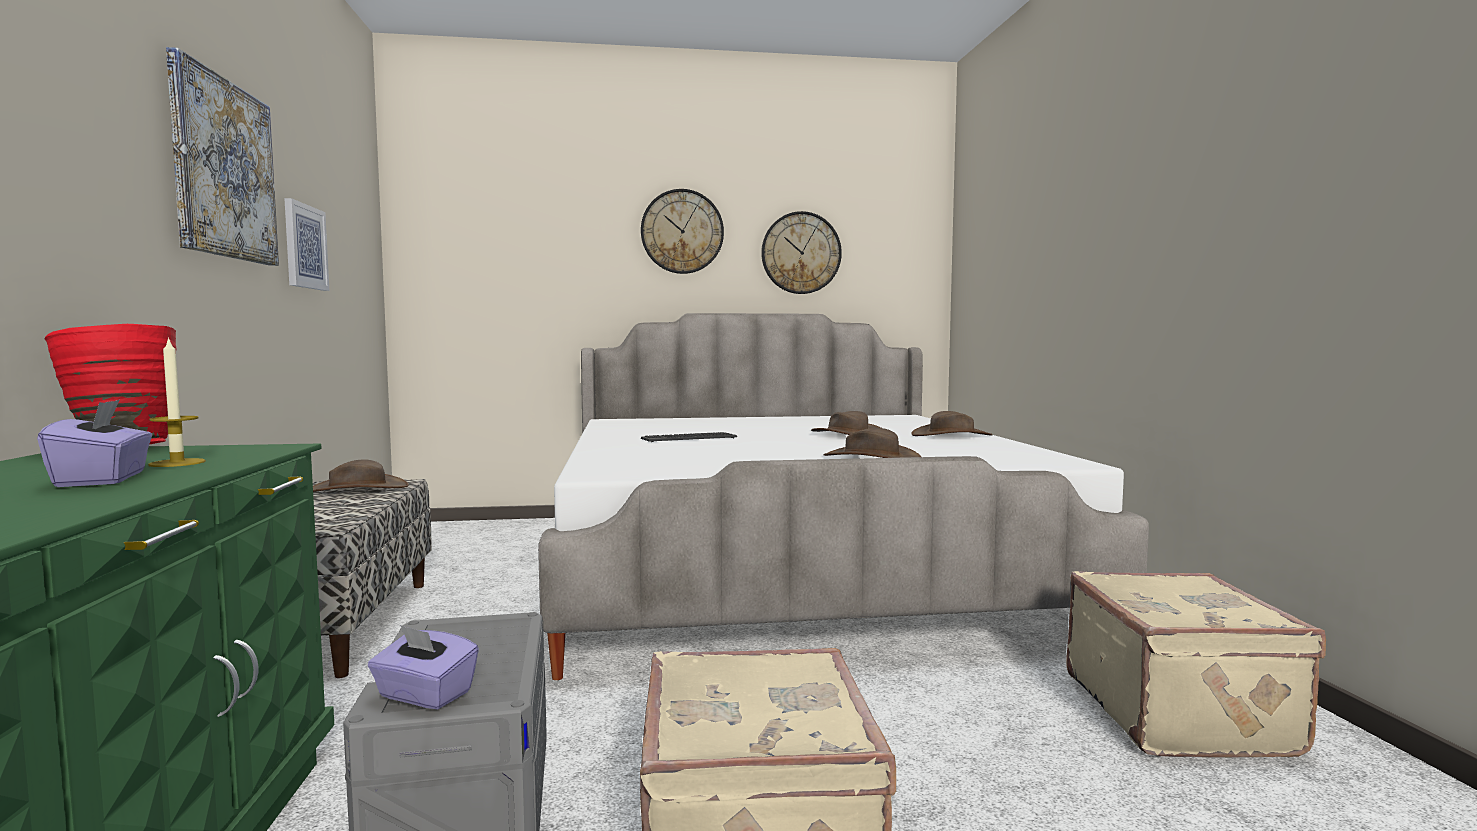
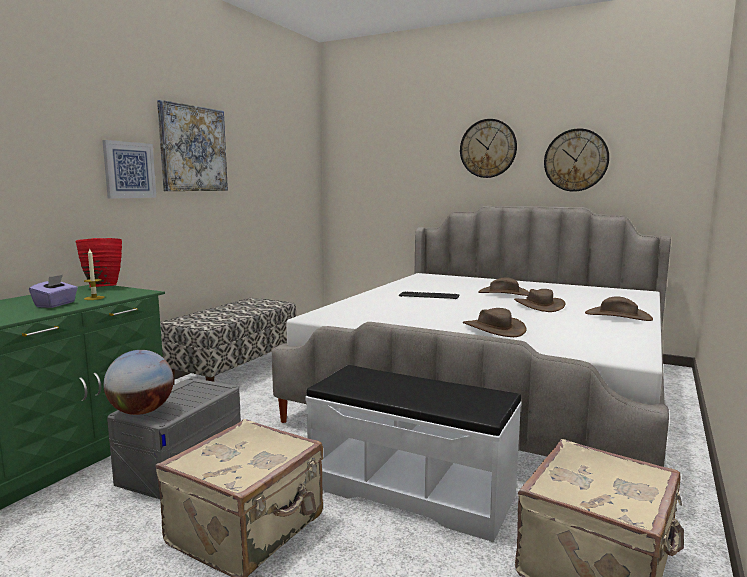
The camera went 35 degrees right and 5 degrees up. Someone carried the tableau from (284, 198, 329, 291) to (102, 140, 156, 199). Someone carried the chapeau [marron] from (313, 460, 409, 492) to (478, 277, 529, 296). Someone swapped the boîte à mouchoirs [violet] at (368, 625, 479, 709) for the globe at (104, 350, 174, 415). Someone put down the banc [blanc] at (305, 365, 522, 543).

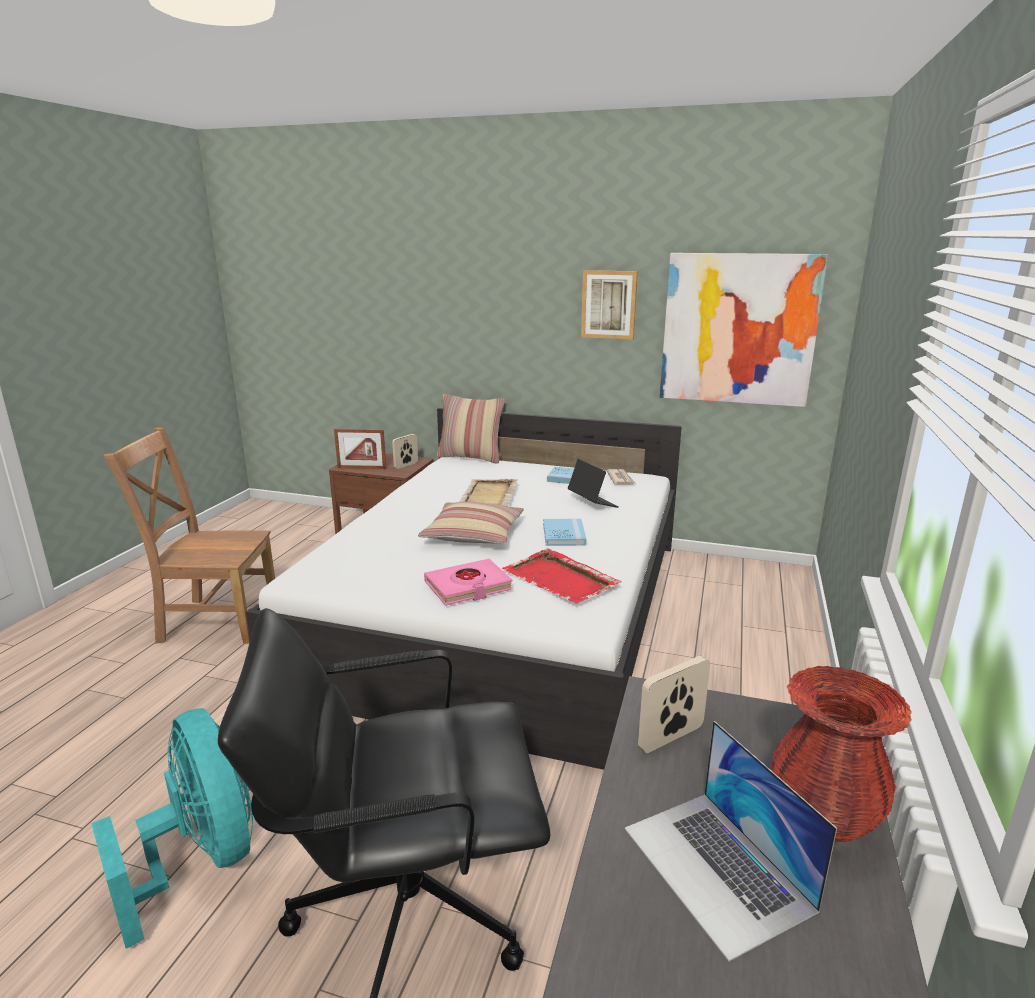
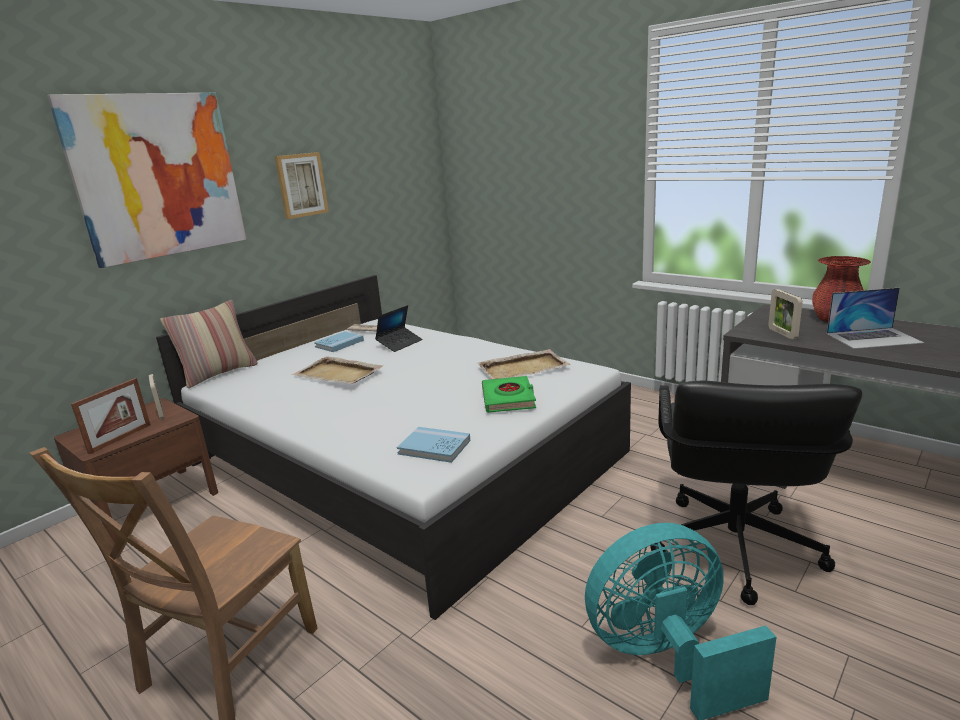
The camera went 65 degrees left and 0 degrees up. Someone took away the coussin at (418, 501, 524, 544). Someone repainted the livre [rose] at (424, 559, 513, 606), which became the livre [vert] at (482, 376, 536, 413). Someone repainted the plateau [rouge] at (502, 548, 622, 604), which became the plateau [beige] at (477, 349, 570, 379). Someone carried the livre [bleu] from (543, 519, 586, 546) to (397, 427, 470, 463). Someone rotated the ordinateur portable at (568, 459, 619, 508) by 135 degrees clockwise. Someone carried the tableau from (660, 253, 828, 407) to (47, 93, 246, 268).

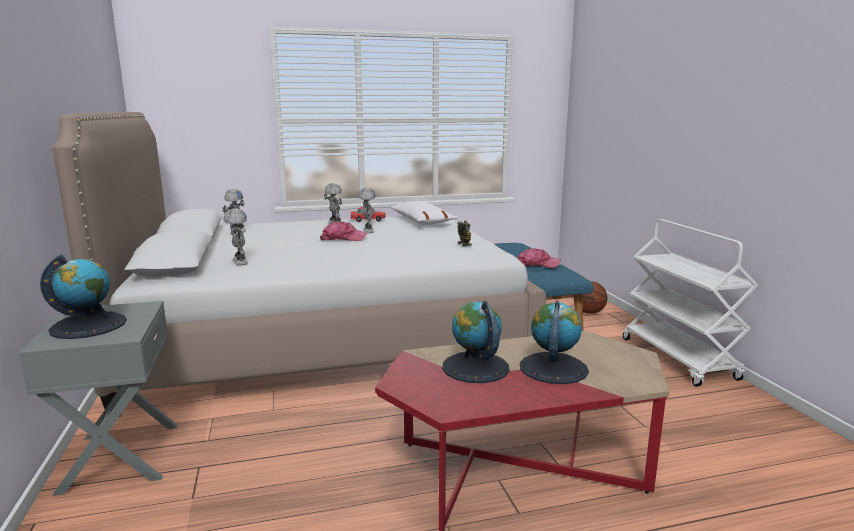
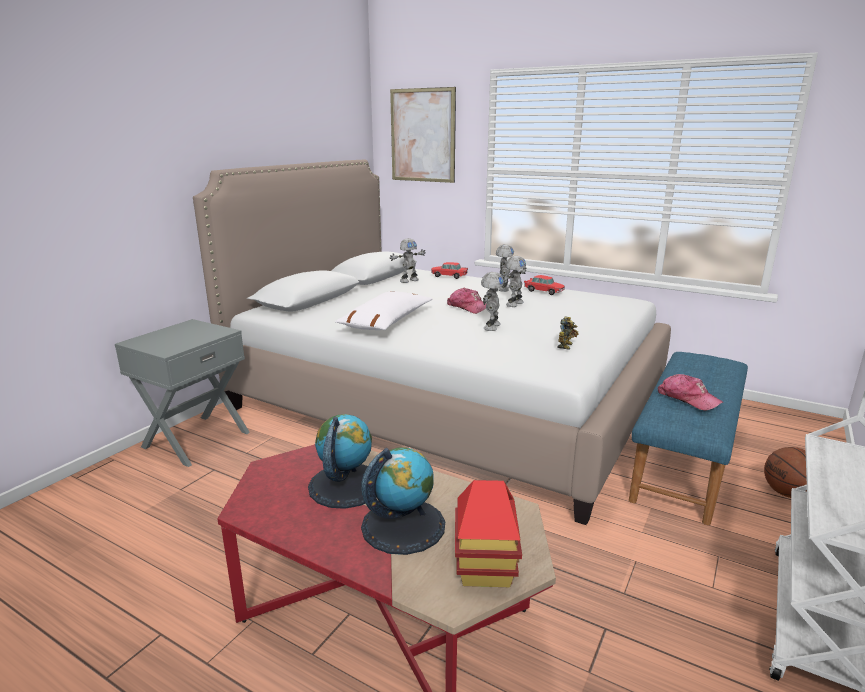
The camera went 45 degrees right and 5 degrees up. Someone took away the globe at (40, 255, 127, 339). Someone carried the robot jouet from (224, 208, 248, 265) to (481, 272, 504, 331). Someone carried the coussin [blanc] from (390, 201, 458, 225) to (335, 291, 433, 330). Someone put up the tableau at (390, 87, 456, 183). Someone put down the petite voiture at (431, 262, 468, 279). Someone put down the maison miniature at (455, 480, 522, 587).

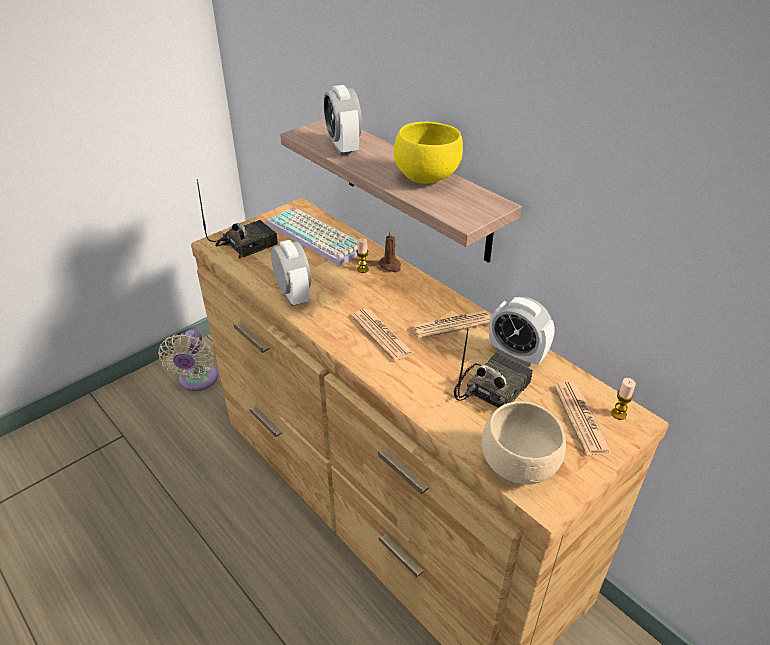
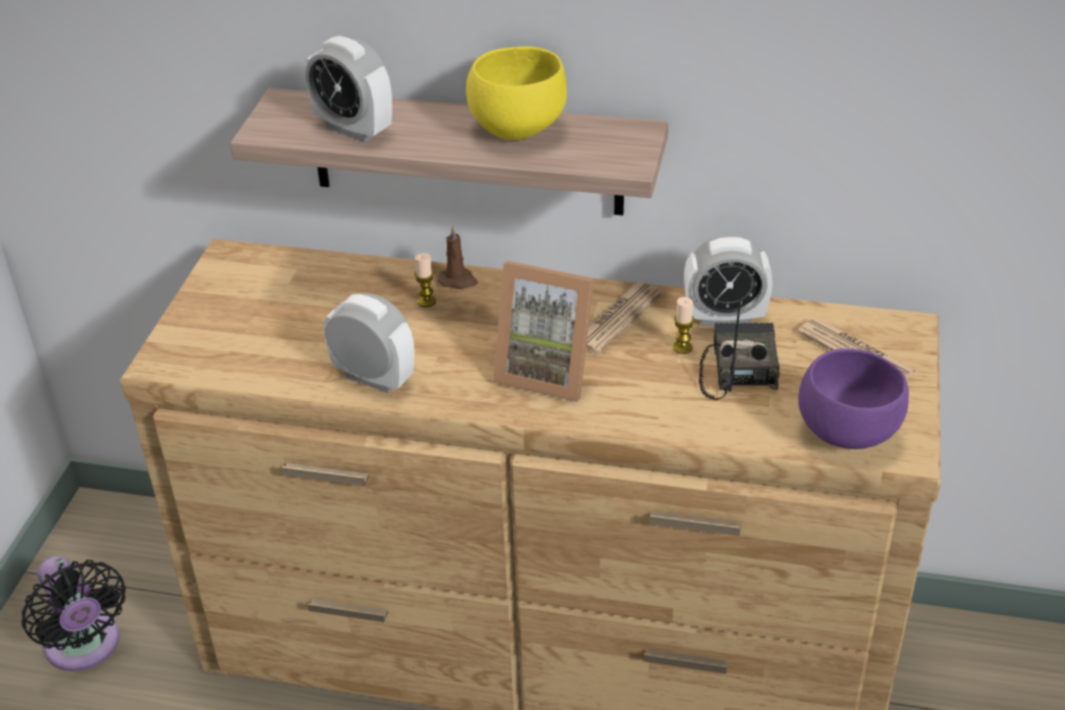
The camera went 35 degrees left and 0 degrees up. Someone repainted the ventilateur [beige] at (158, 329, 218, 391), which became the ventilateur [noir] at (21, 556, 126, 671). Someone took away the radio at (197, 179, 278, 258). Someone took away the clavier at (267, 207, 368, 266). Someone swapped the journal at (351, 308, 414, 361) for the cadre photo at (493, 261, 594, 402). Someone repainted the bol [beige] at (482, 401, 566, 485), which became the bol [violet] at (798, 349, 909, 449). Someone carried the bougie from (611, 378, 636, 420) to (673, 297, 694, 354).

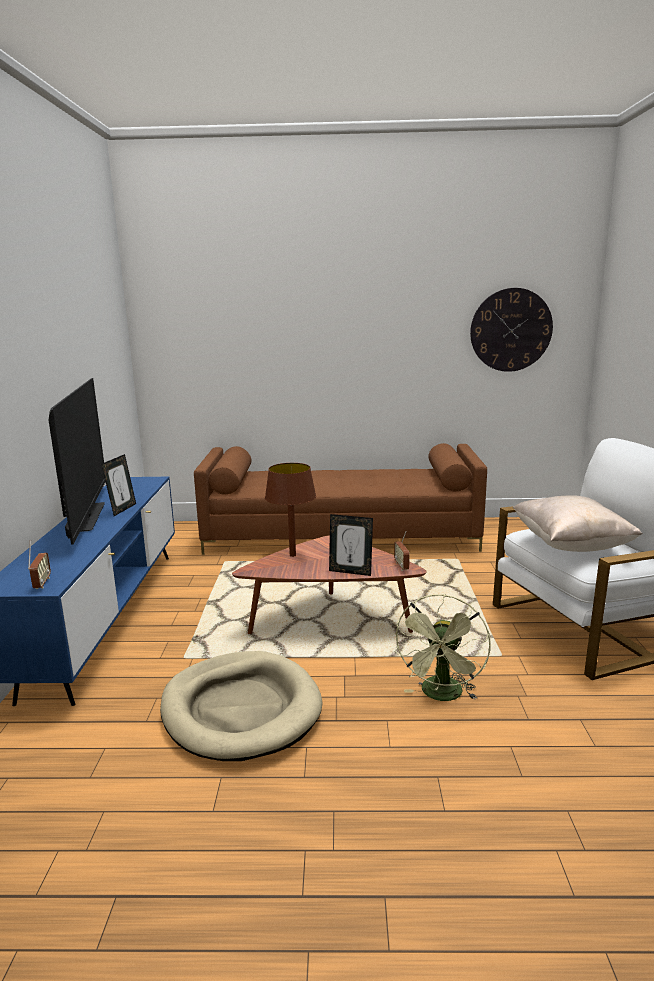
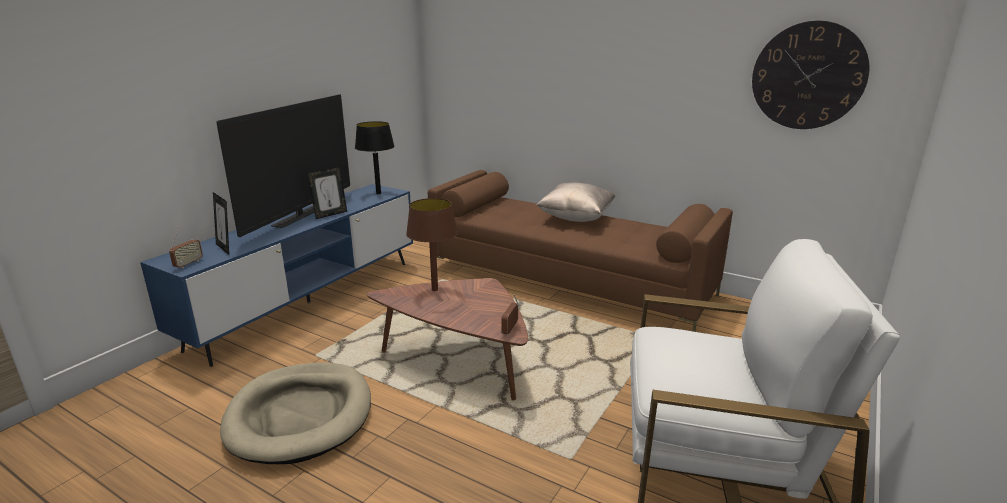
The camera went 30 degrees right and 5 degrees up. Someone carried the cadre photo from (329, 514, 373, 576) to (213, 192, 229, 255). Someone took away the ventilateur [vert] at (394, 594, 491, 701). Someone carried the coussin [beige] from (513, 495, 643, 552) to (536, 182, 615, 222). Someone put down the lampe de table [noir] at (355, 121, 395, 194).

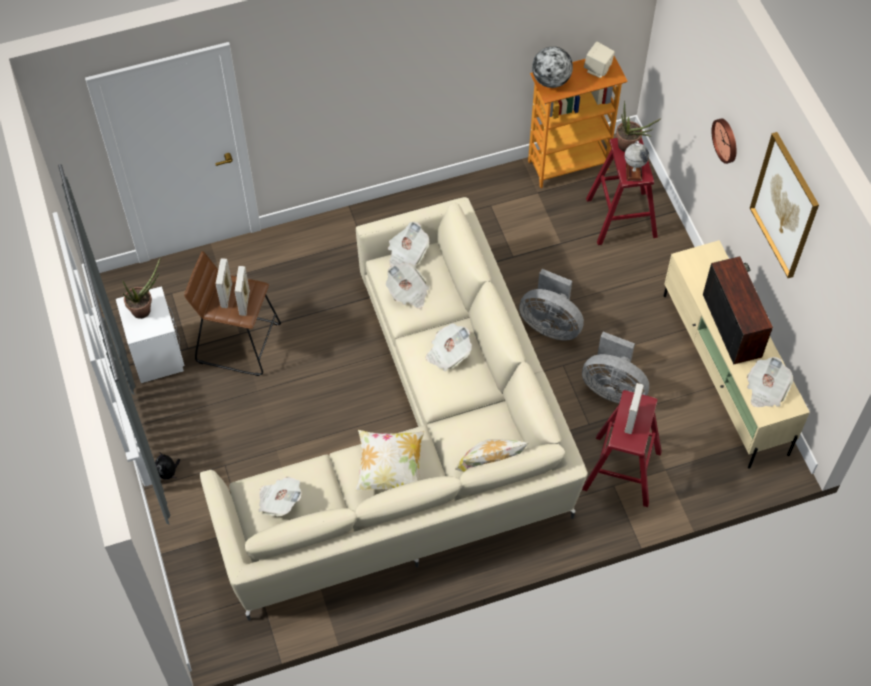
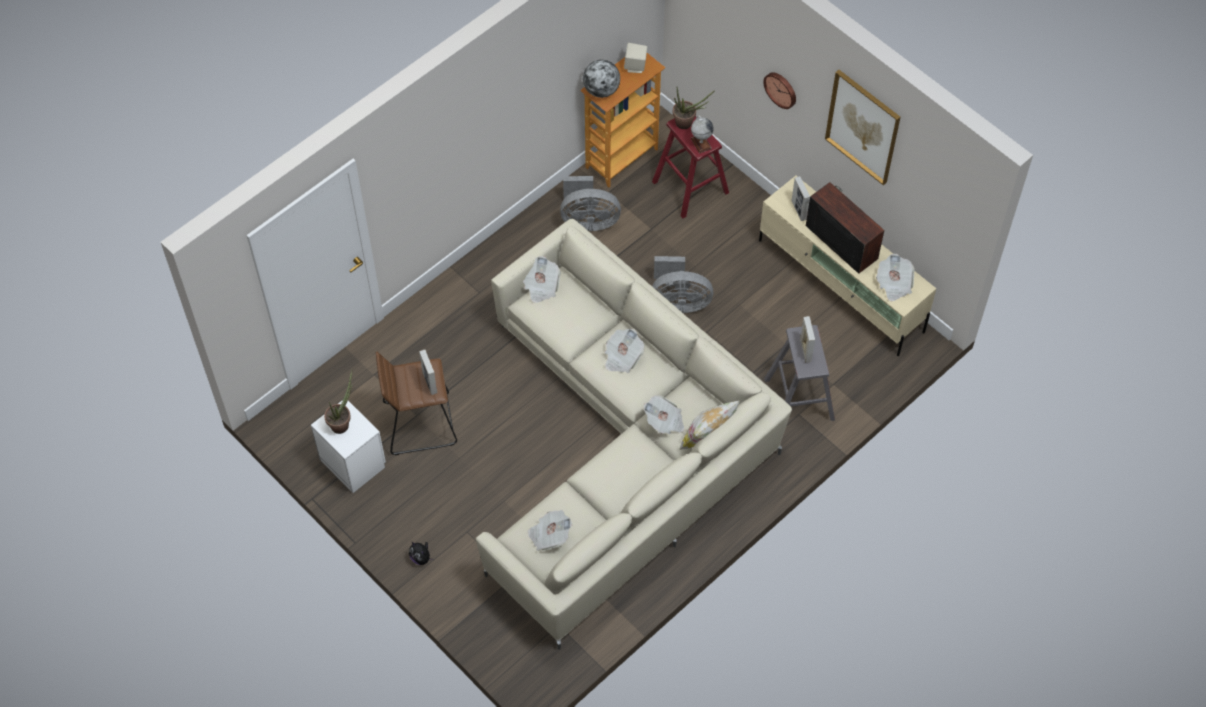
The camera went 25 degrees left and 0 degrees up. Someone carried the cadre photo from (215, 258, 233, 308) to (791, 176, 810, 221). Someone took away the coussin at (356, 430, 425, 491). Someone carried the journal from (386, 263, 429, 309) to (644, 395, 685, 435). Someone carried the ventilateur [gris] from (582, 332, 649, 403) to (560, 176, 621, 231). Someone repainted the tabouret [rouge] at (582, 390, 662, 507), which became the tabouret [gris] at (764, 325, 835, 421).

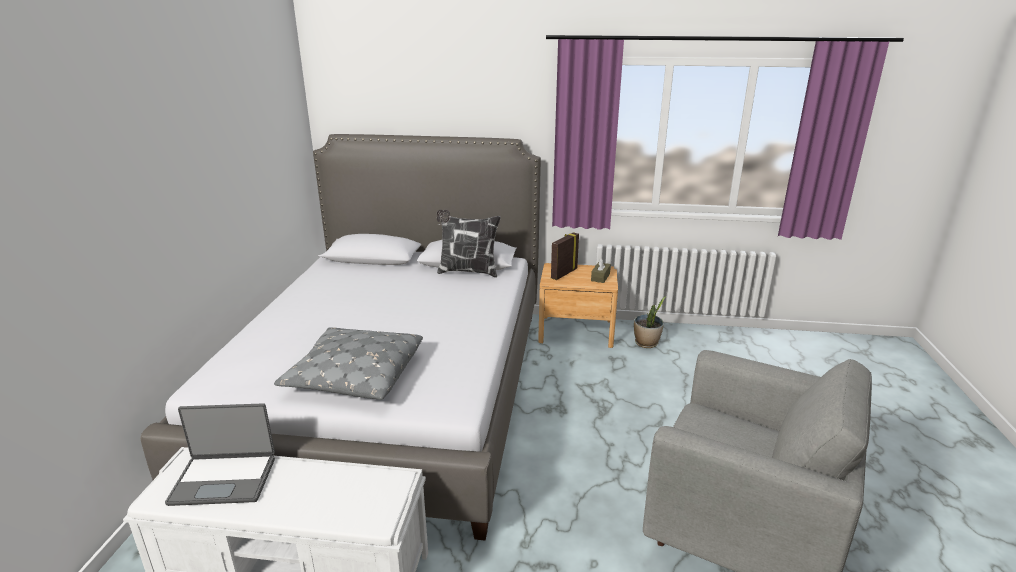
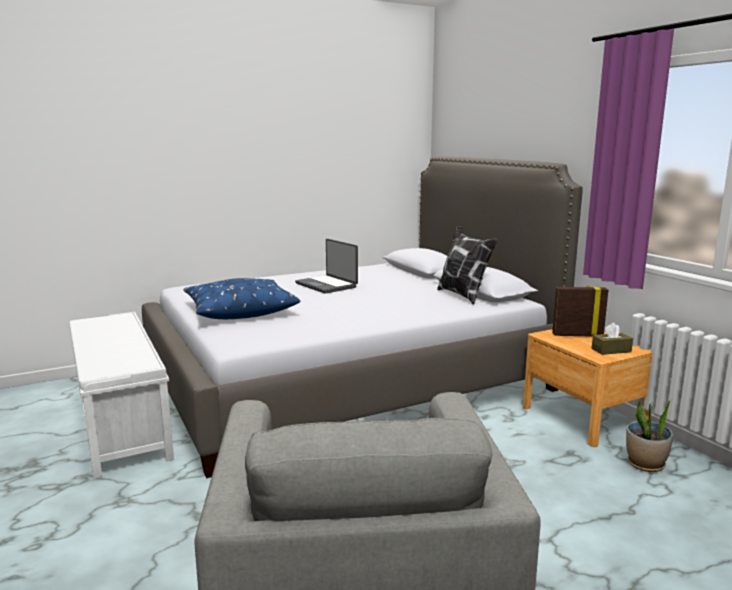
The camera went 55 degrees right and 10 degrees down. Someone carried the ordinateur portable from (165, 403, 275, 506) to (295, 239, 358, 294). Someone repainted the coussin [gris] at (274, 327, 423, 400), which became the coussin [bleu] at (184, 278, 300, 319).

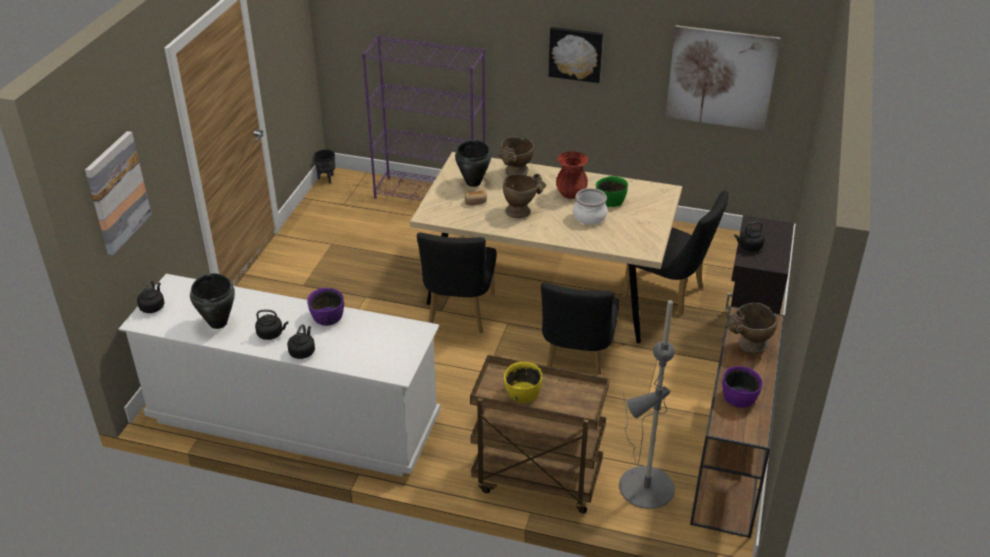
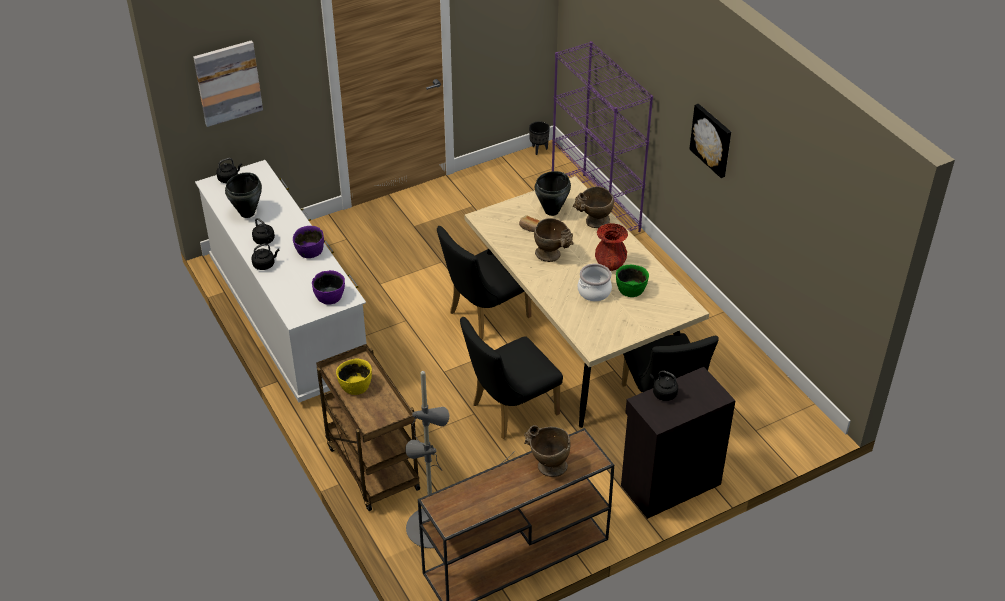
The camera went 45 degrees right and 5 degrees up. Someone took away the tableau at (666, 25, 780, 131). Someone carried the bol [violet] from (722, 366, 763, 408) to (312, 270, 345, 305).

